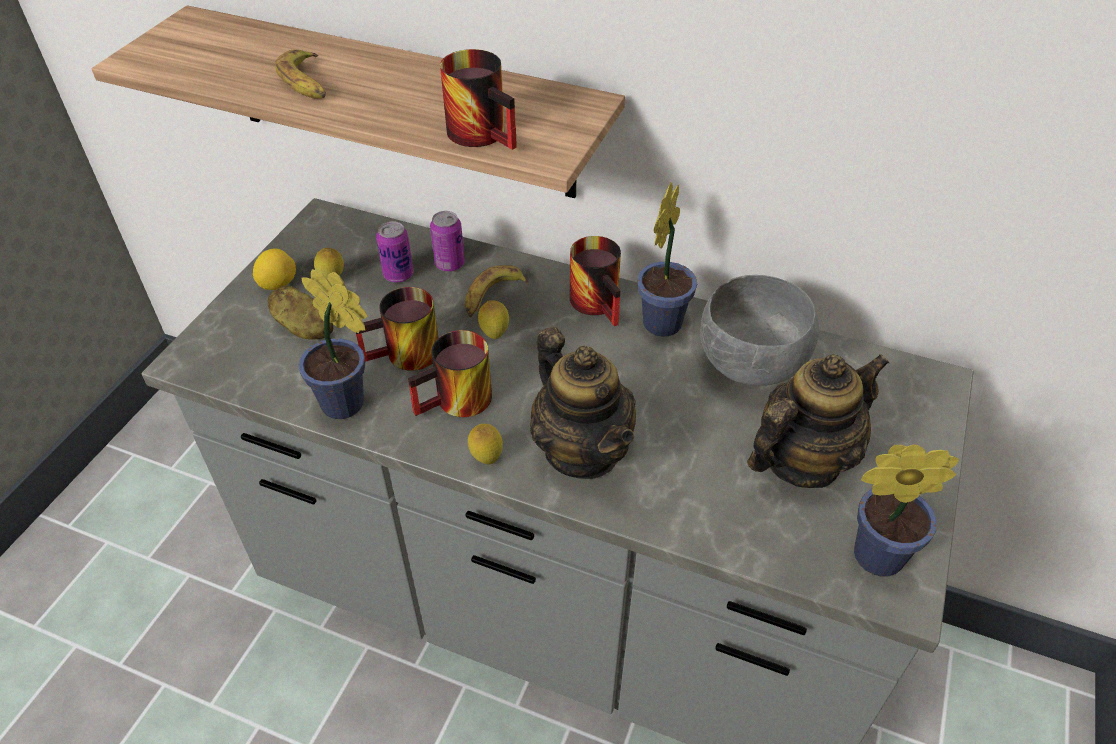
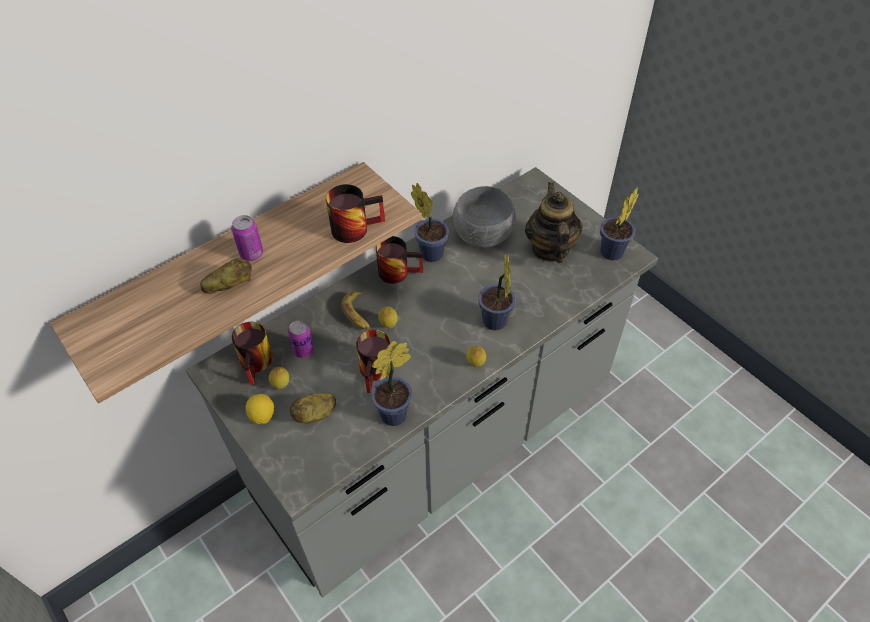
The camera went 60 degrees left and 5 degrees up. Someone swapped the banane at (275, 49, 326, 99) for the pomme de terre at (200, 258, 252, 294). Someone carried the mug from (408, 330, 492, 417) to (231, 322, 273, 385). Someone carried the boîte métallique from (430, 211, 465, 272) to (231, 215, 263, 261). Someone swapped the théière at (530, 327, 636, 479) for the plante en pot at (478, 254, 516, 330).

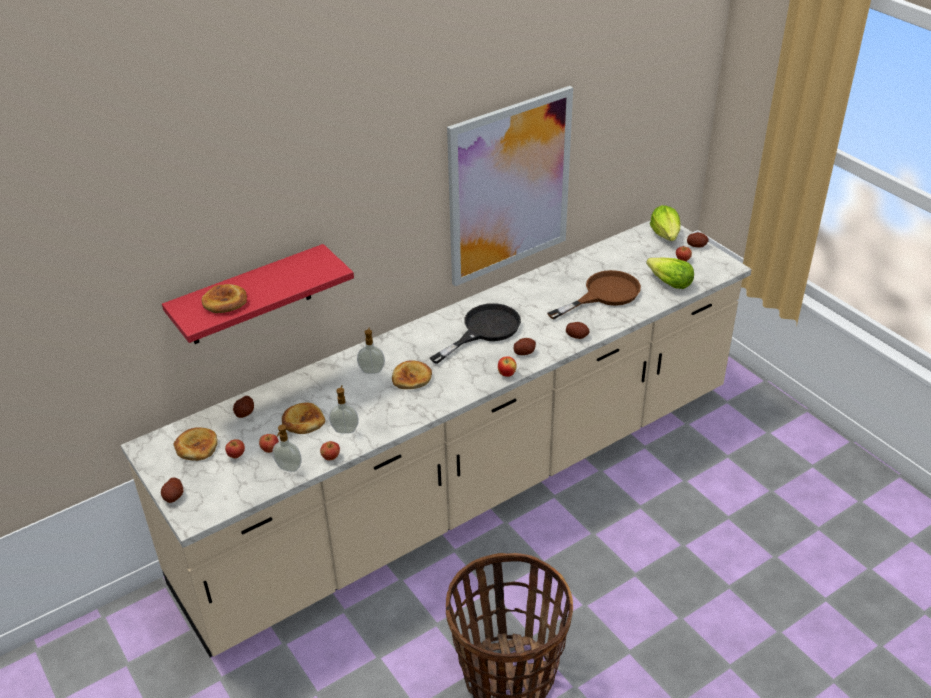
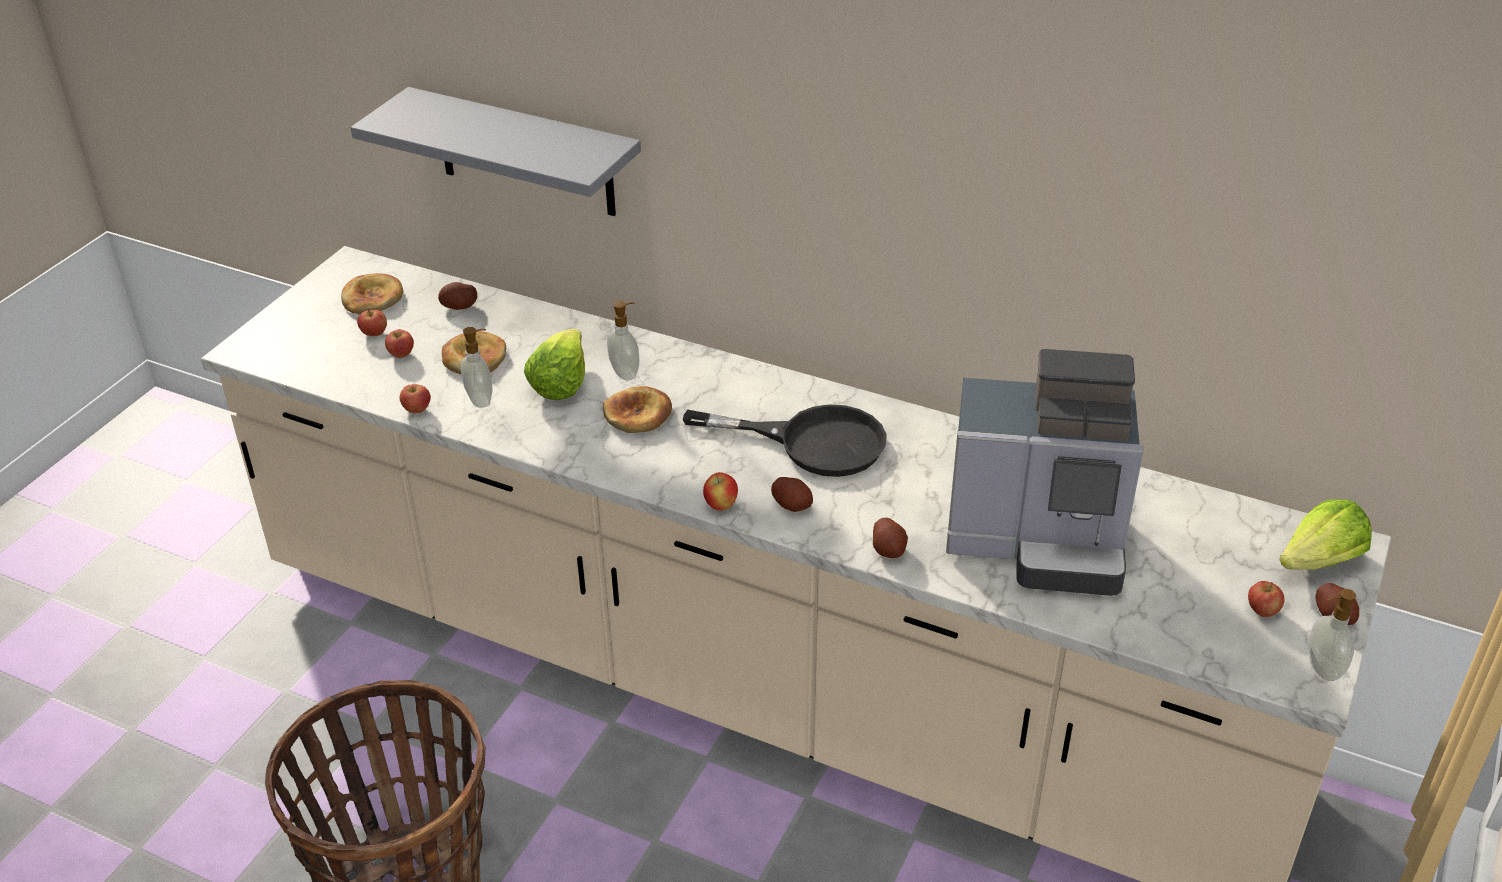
The camera went 60 degrees right and 0 degrees up. Someone took away the pomme de terre at (161, 477, 183, 503). Someone repainted the étagère [rouge] at (162, 244, 354, 344), which became the étagère [gris] at (351, 87, 641, 216). Someone took away the pain at (202, 284, 247, 313). Someone carried the distributeur de savon from (272, 425, 302, 472) to (1309, 589, 1356, 681). Someone took away the tableau at (447, 86, 573, 286). Someone swapped the poêle [marron] at (547, 270, 641, 320) for the machine à café at (946, 349, 1144, 596). Someone carried the laitue from (646, 258, 694, 289) to (524, 329, 585, 400).

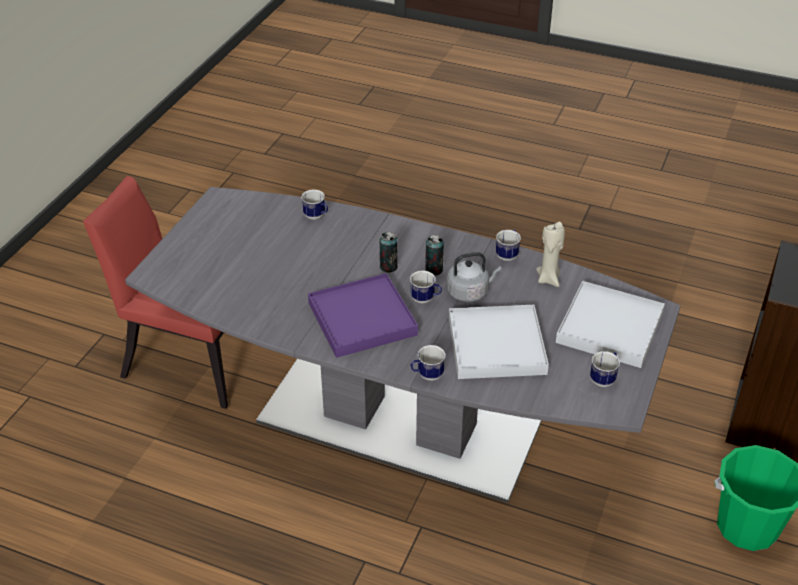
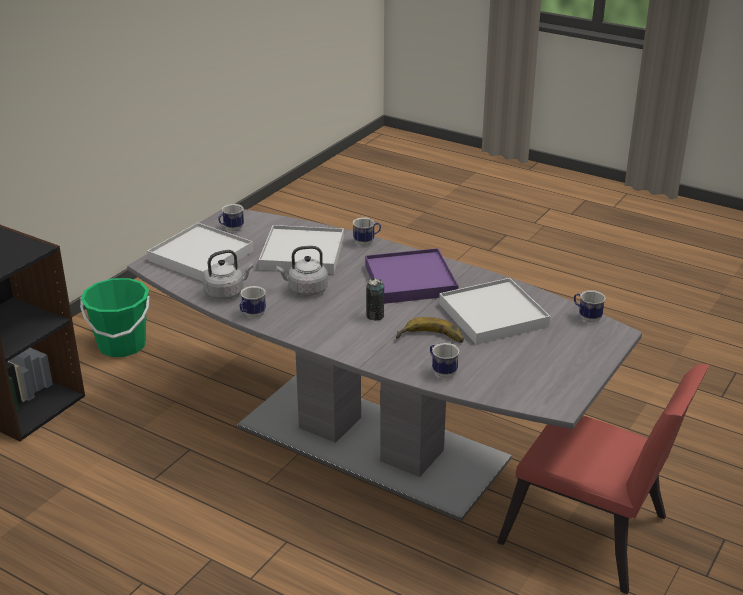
The camera went 170 degrees left and 10 degrees down. Someone carried the mug from (410, 271, 442, 303) to (574, 290, 606, 322). Someone took away the boîte métallique at (425, 235, 444, 276). Someone swapped the bougie [beige] at (536, 222, 565, 287) for the bouilloire [gris] at (203, 250, 253, 300). Someone put down the banane at (396, 317, 464, 343). Someone put down the plateau [blanc] at (439, 278, 550, 345).

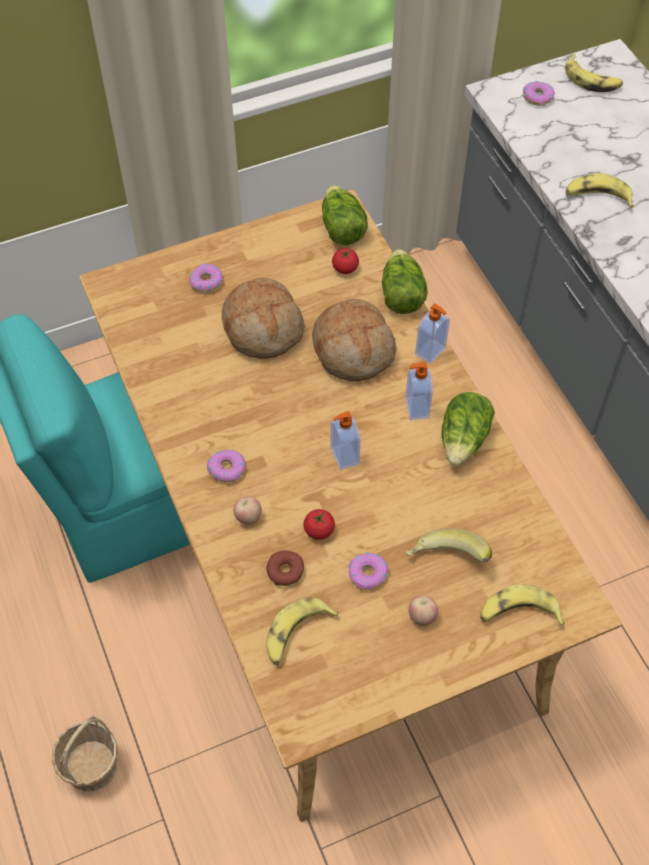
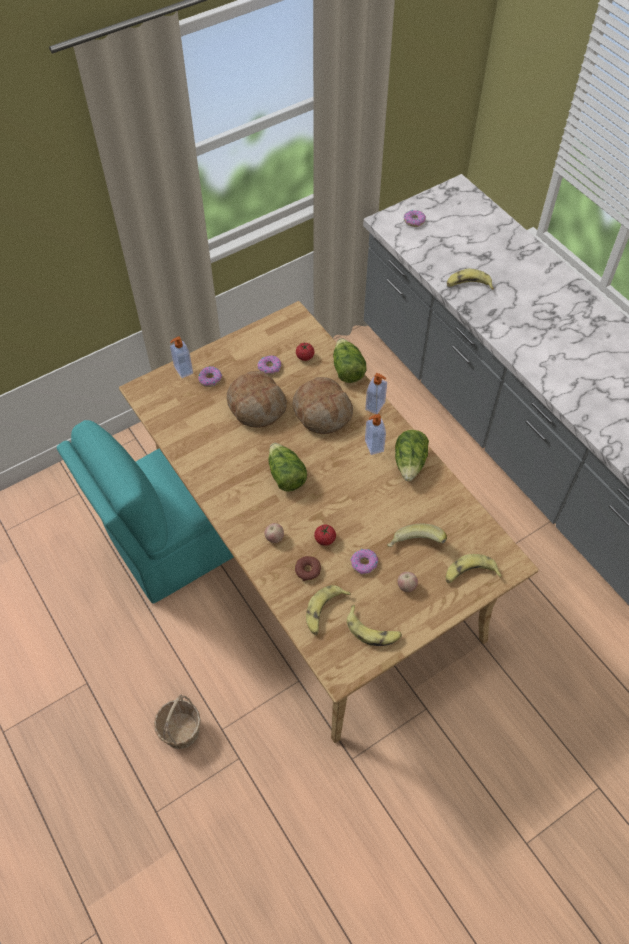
The camera went 10 degrees left and 0 degrees up. Someone carried the beignet from (207, 450, 245, 482) to (257, 355, 281, 375). Someone carried the laitue from (322, 185, 368, 245) to (268, 443, 307, 492). Someone carried the distributeur de savon from (330, 411, 361, 470) to (170, 336, 193, 378). Someone carried the banane from (565, 54, 623, 92) to (347, 605, 402, 646).

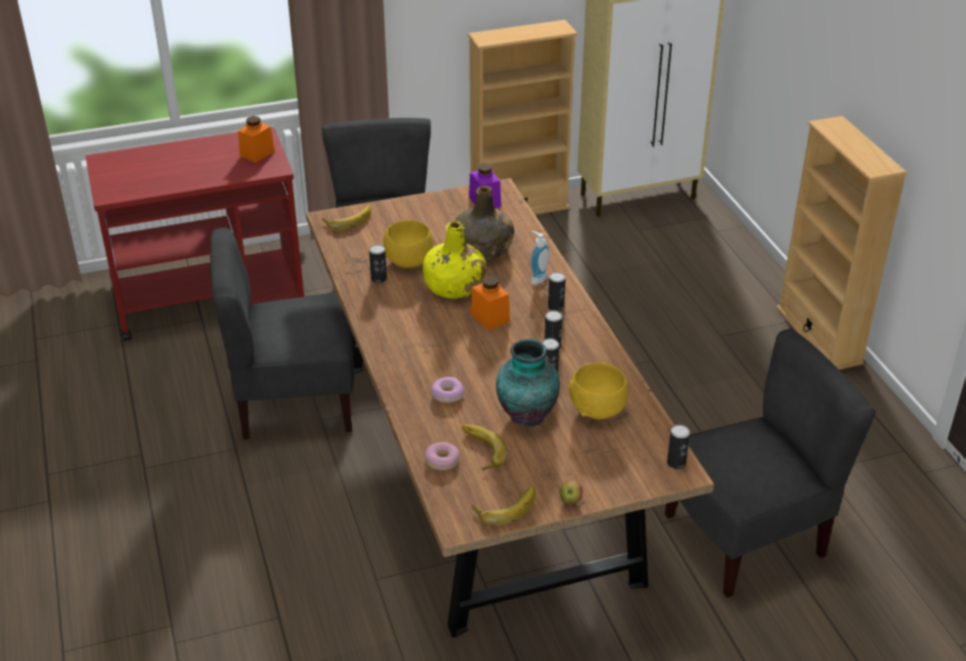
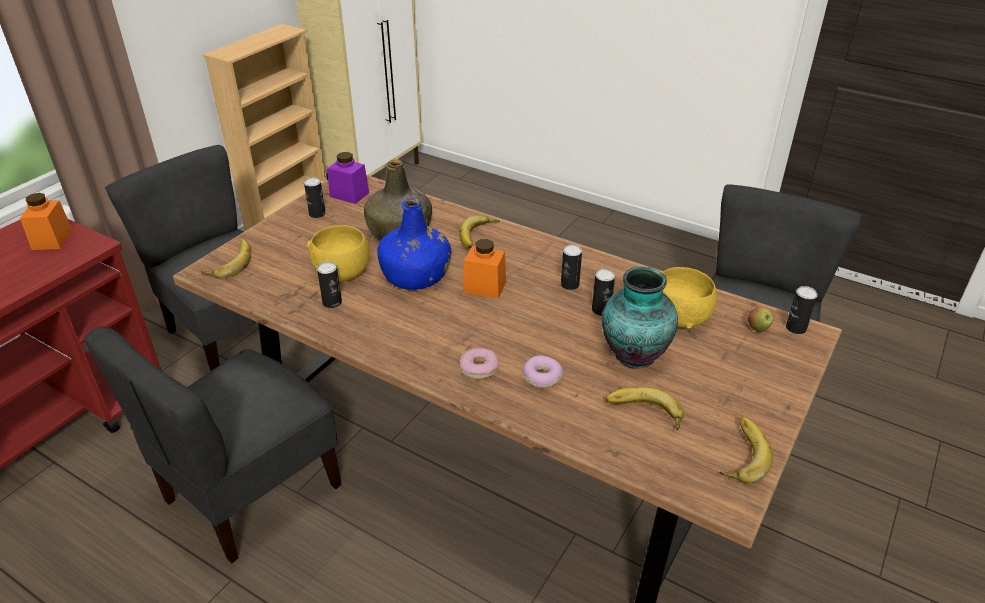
The camera went 40 degrees left and 0 degrees up. Someone repainted the bouteille [jaune] at (423, 221, 486, 299), which became the bouteille [bleu] at (377, 199, 451, 290). Someone carried the beignet from (425, 442, 460, 471) to (460, 348, 498, 379). Someone swapped the distributeur de savon at (530, 231, 550, 285) for the banane at (459, 215, 500, 249). Someone carried the boîte métallique from (548, 272, 566, 311) to (304, 177, 326, 218). Someone carried the pomme from (559, 480, 583, 504) to (748, 307, 773, 332). Someone took away the bibliothèque [beige] at (776, 116, 907, 370).

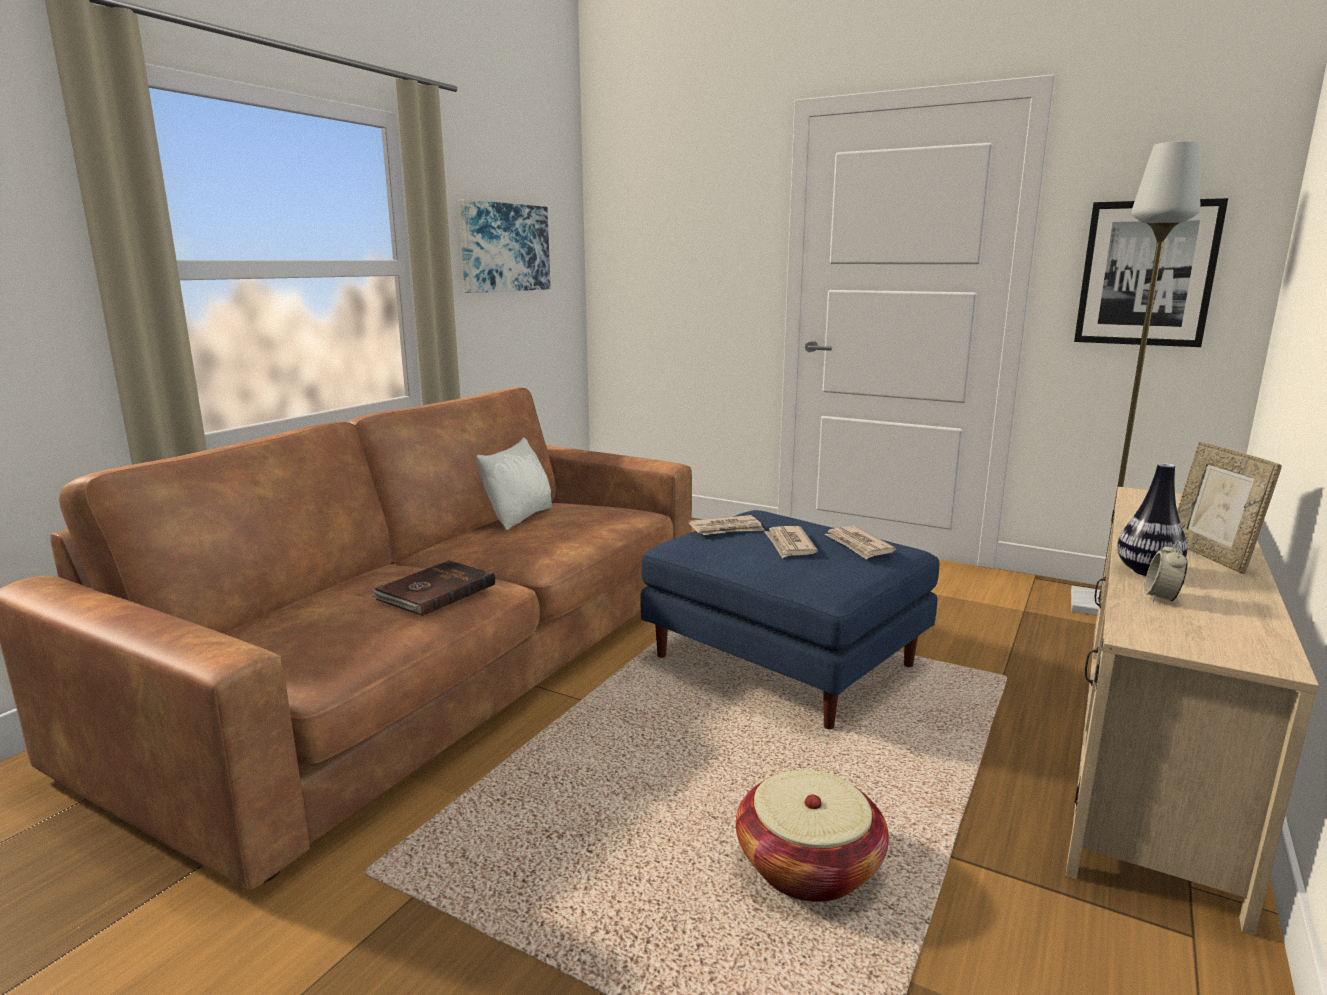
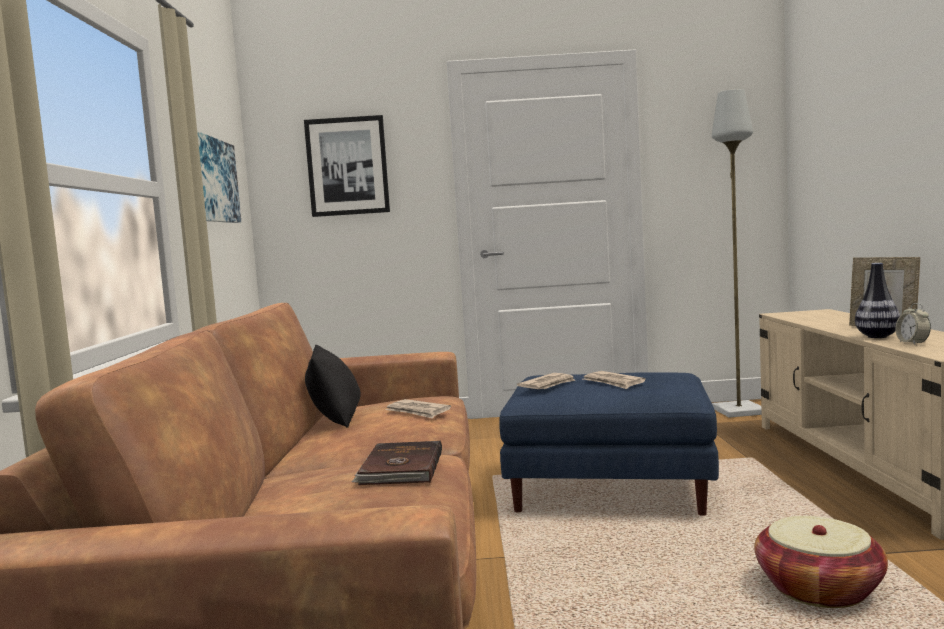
The camera went 30 degrees left and 10 degrees down. Someone repainted the coussin [blanc] at (476, 437, 552, 530), which became the coussin [noir] at (305, 345, 361, 428). Someone carried the journal from (824, 526, 896, 560) to (385, 399, 451, 419). Someone carried the tableau from (1074, 198, 1228, 347) to (304, 115, 390, 217).

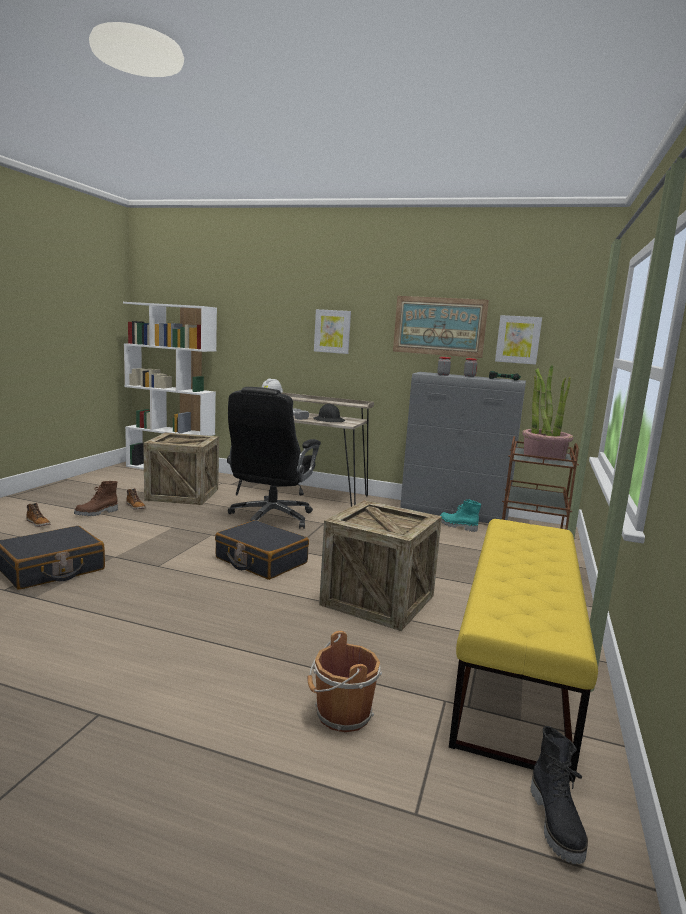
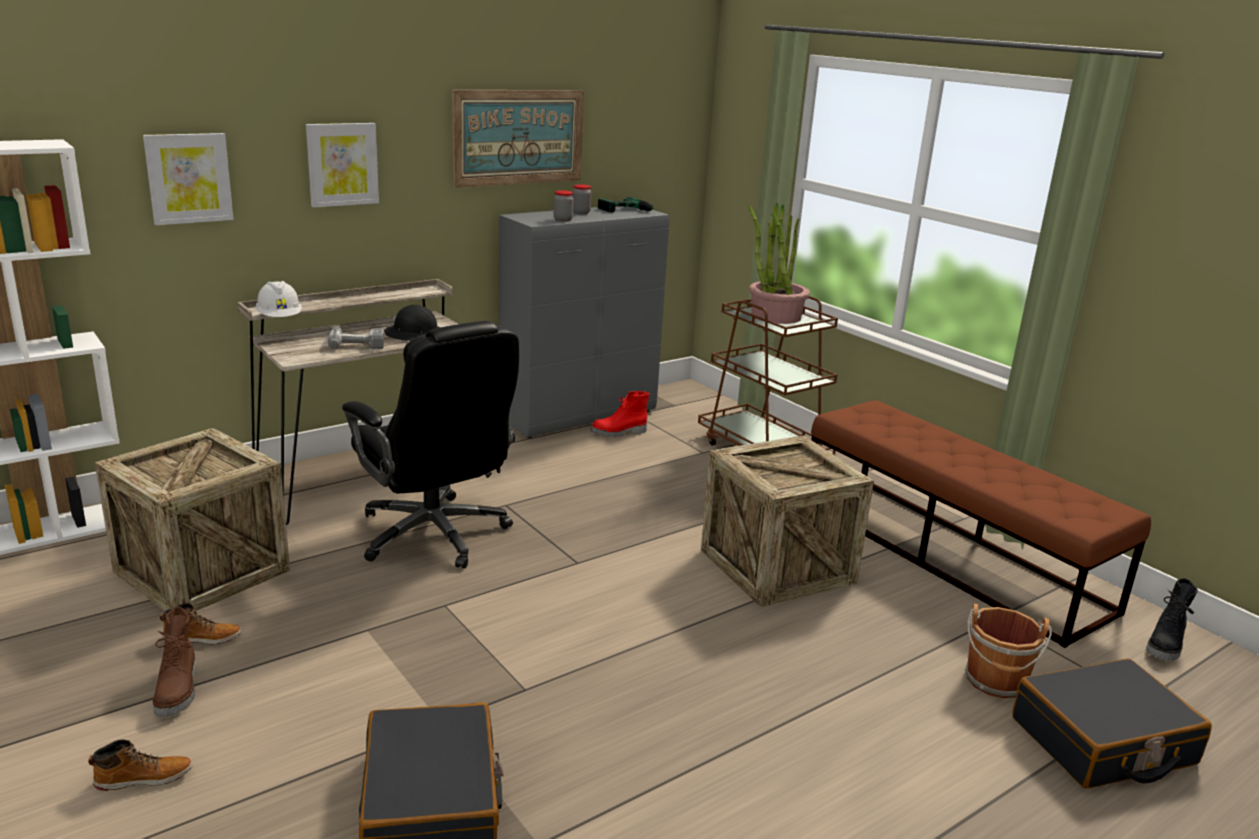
The camera went 55 degrees left and 10 degrees up. Someone carried the valise [noir] from (215, 520, 309, 580) to (1012, 658, 1212, 789). Someone repainted the botte [turquoise] at (440, 499, 481, 532), which became the botte [rouge] at (591, 391, 649, 437). Someone repainted the banc [jaune] at (449, 519, 598, 782), which became the banc [marron] at (811, 400, 1151, 648). Someone carried the tableau from (495, 315, 542, 365) to (143, 133, 234, 225). Someone rotated the botte [noir] at (531, 726, 588, 864) by 90 degrees clockwise.

